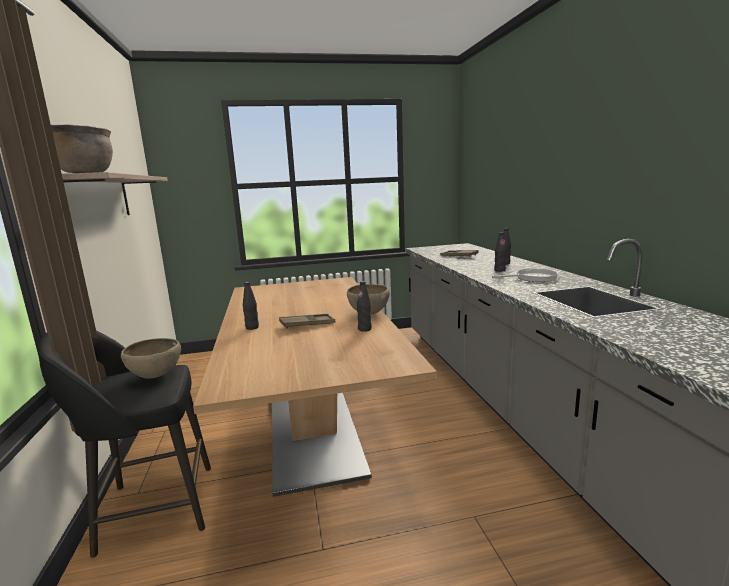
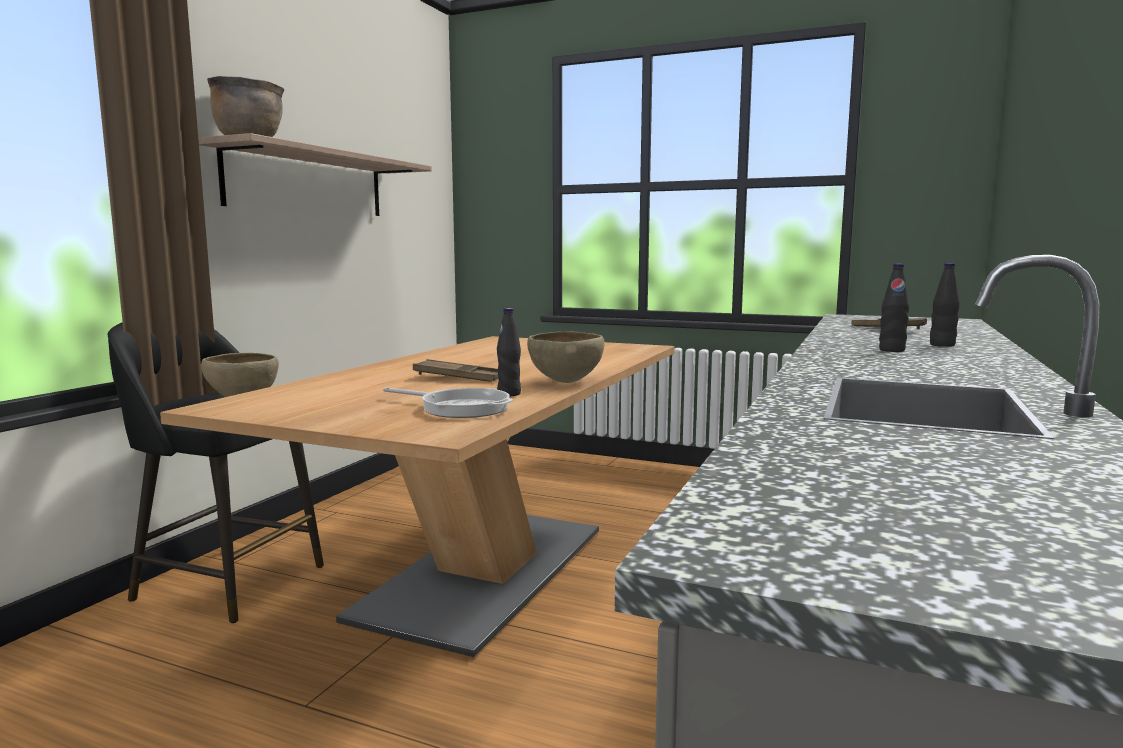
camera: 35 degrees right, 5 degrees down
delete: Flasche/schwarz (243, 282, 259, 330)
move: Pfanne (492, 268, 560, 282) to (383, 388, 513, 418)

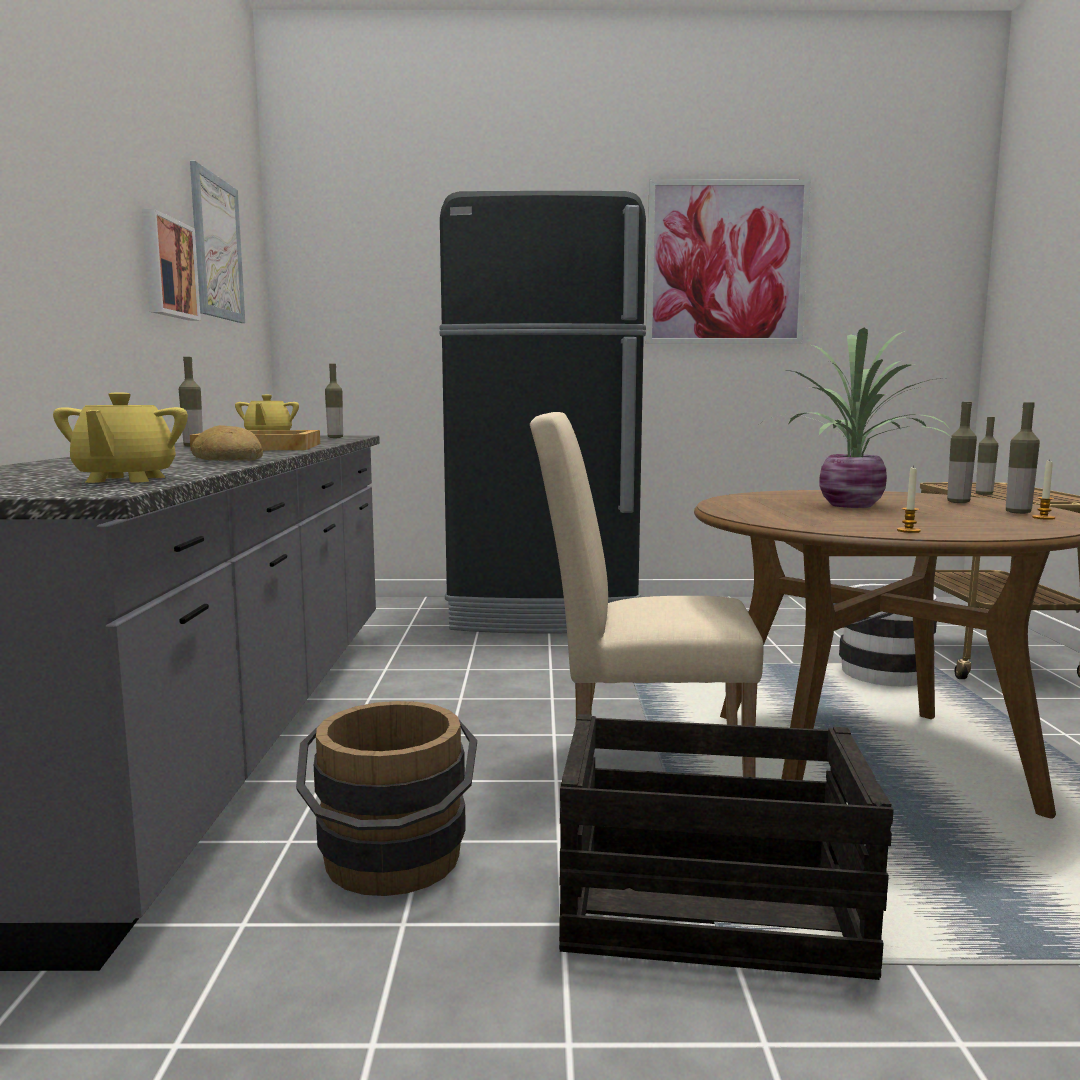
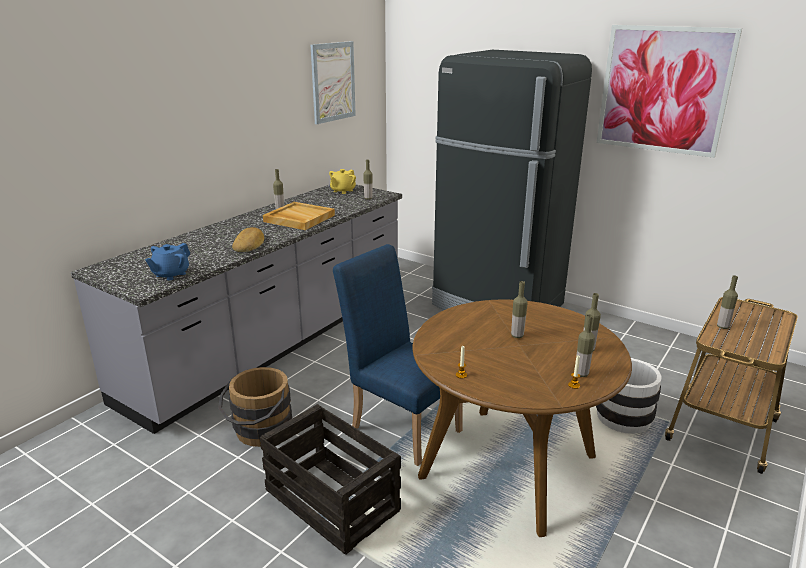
camera: 35 degrees right, 15 degrees up
delete: Bild (142, 209, 201, 321)
replace: Topfpflanze (762, 328, 951, 508) to Flasche (511, 281, 528, 338)
recolor: Teekanne/gelb (53, 392, 188, 483) to Teekanne/blau (145, 243, 190, 280); Stuhl/beige (530, 412, 763, 777) to Stuhl/blau (333, 244, 463, 466)

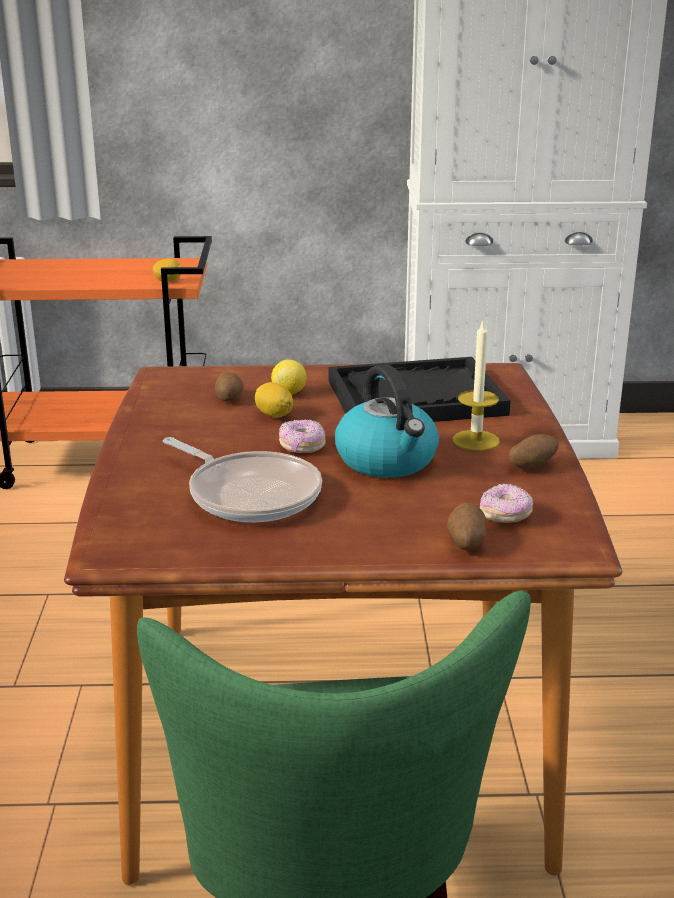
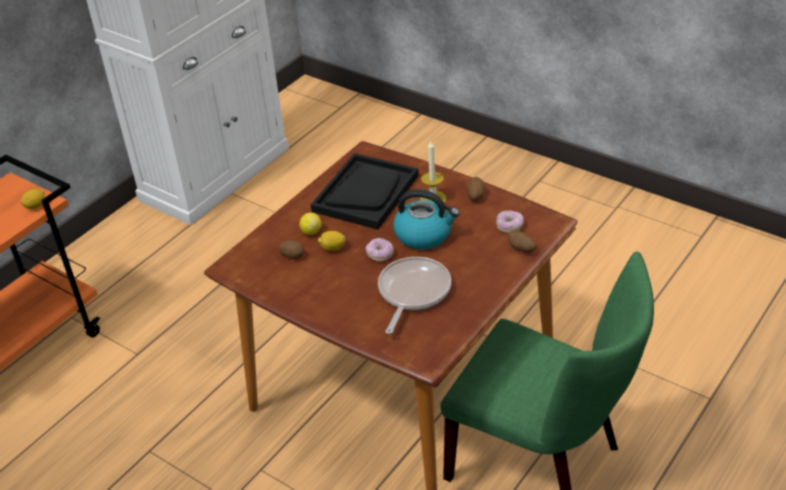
camera: 50 degrees left, 15 degrees up
rotate: Pfanne (163, 437, 322, 522) = (378, 257, 451, 334) 60 degrees counterclockwise

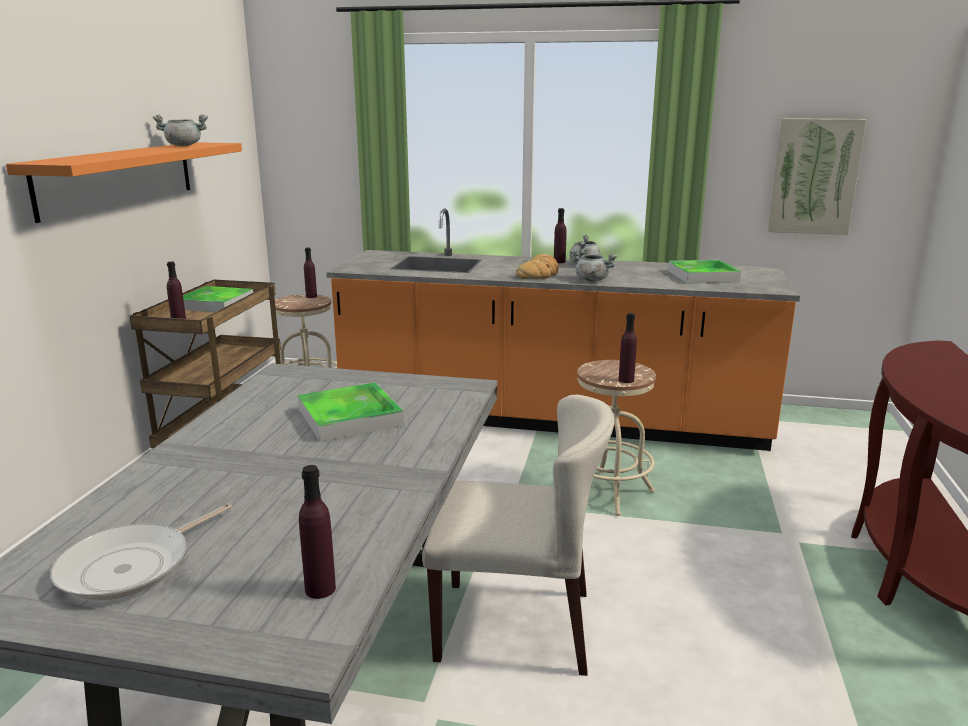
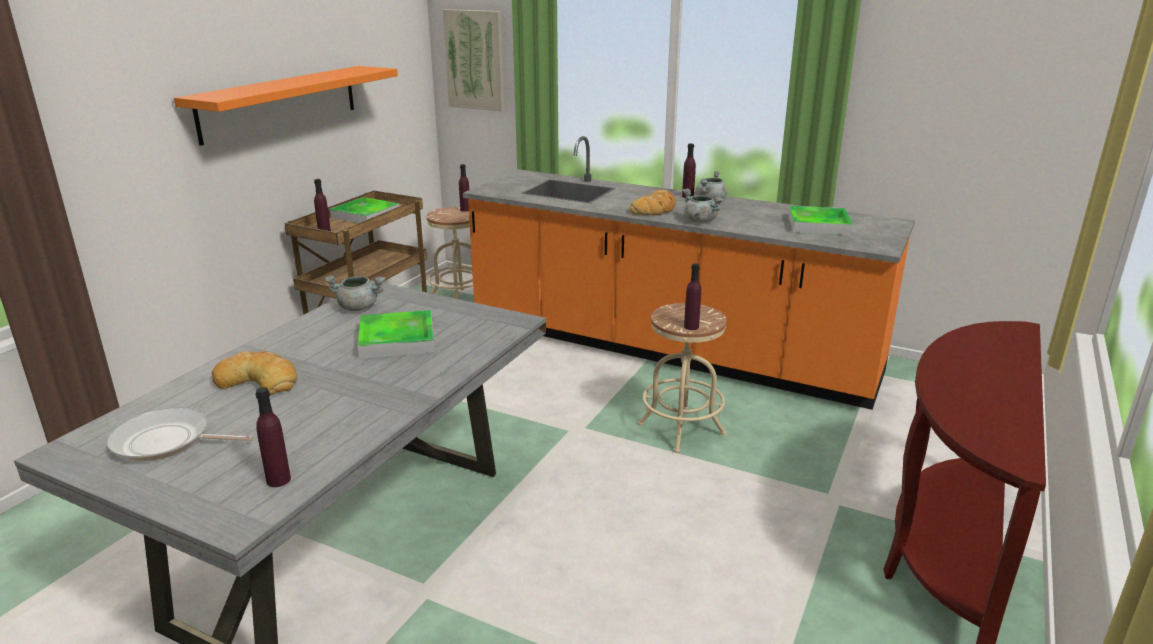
camera: 15 degrees right, 5 degrees up
delete: Stuhl/beige (422, 395, 614, 676)
insert: Brot (212, 351, 297, 395)
move: Kochtopf/grau (153, 115, 208, 146) to (325, 275, 385, 311); Bild (768, 118, 867, 235) to (443, 9, 505, 111)
rotate: Pfanne (50, 503, 232, 601) = (107, 407, 253, 461) 45 degrees clockwise

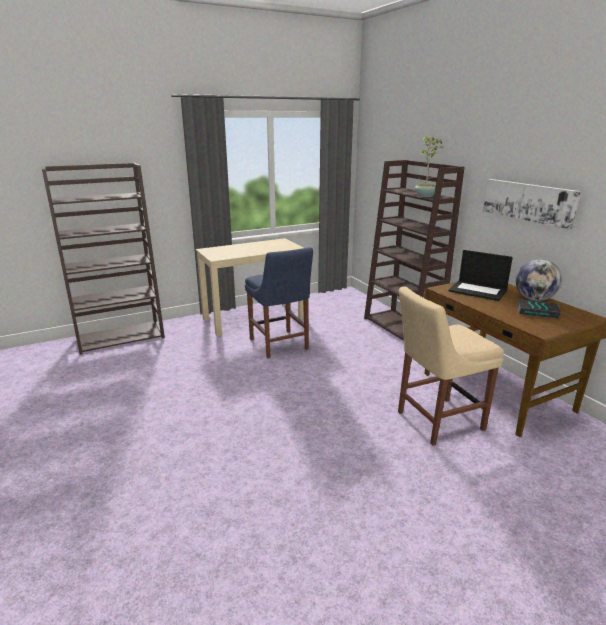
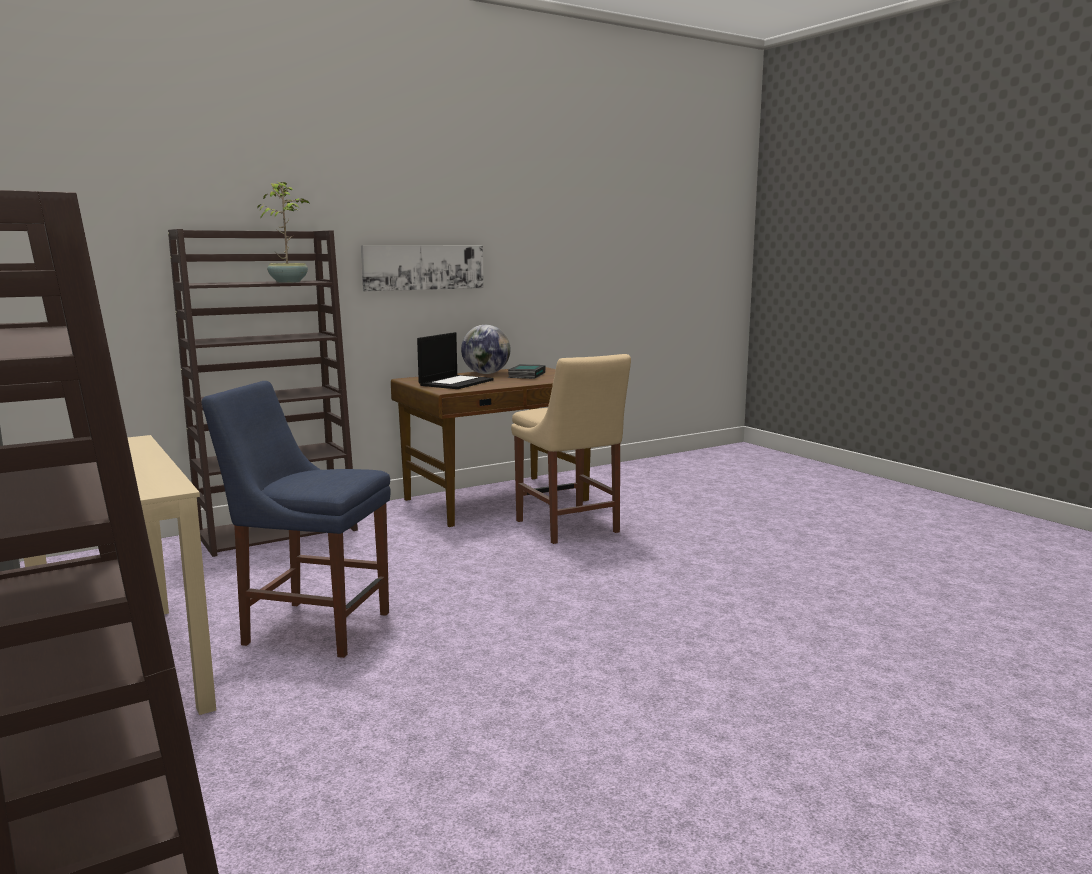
camera: 95 degrees left, 10 degrees down
rotate: Stuhl/blau (245, 247, 313, 358) = (202, 381, 391, 658) 135 degrees counterclockwise

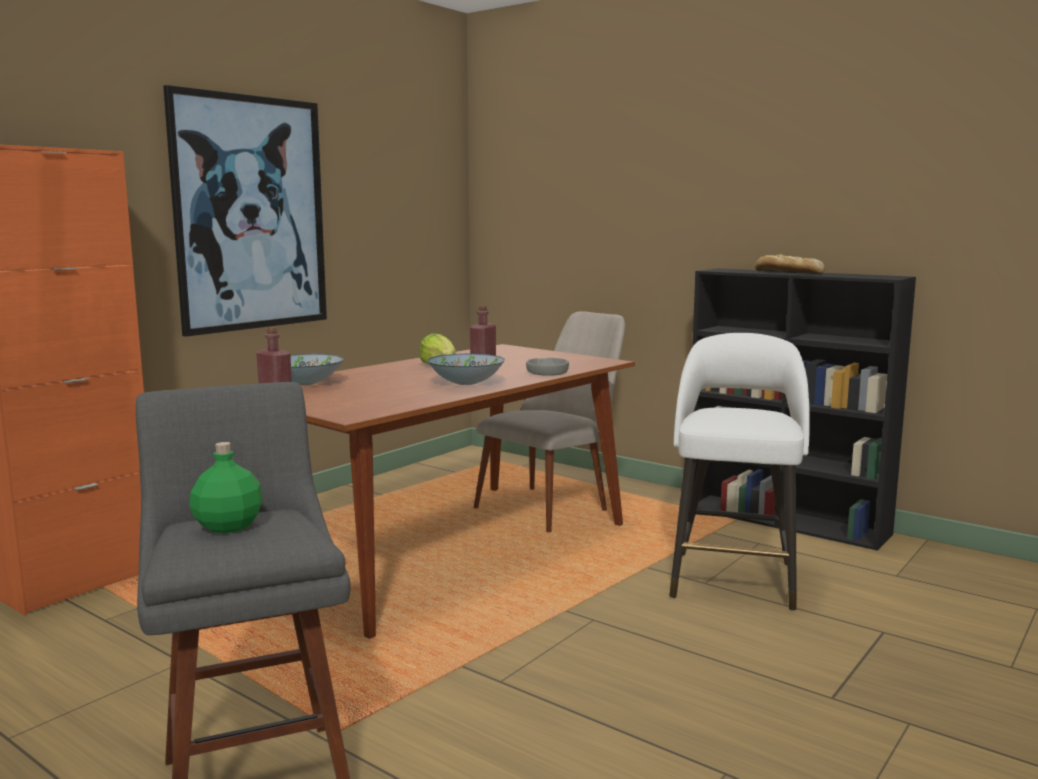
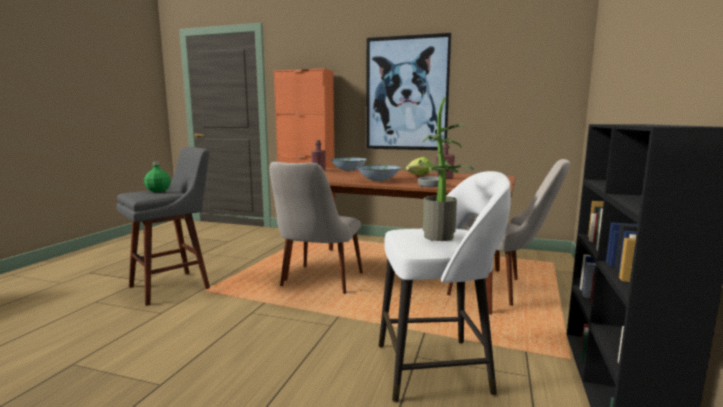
camera: 70 degrees right, 0 degrees up
delete: Brot (755, 254, 825, 274)
insert: Stuhl/beige (269, 162, 363, 294); Topfpflanze (418, 97, 474, 241)

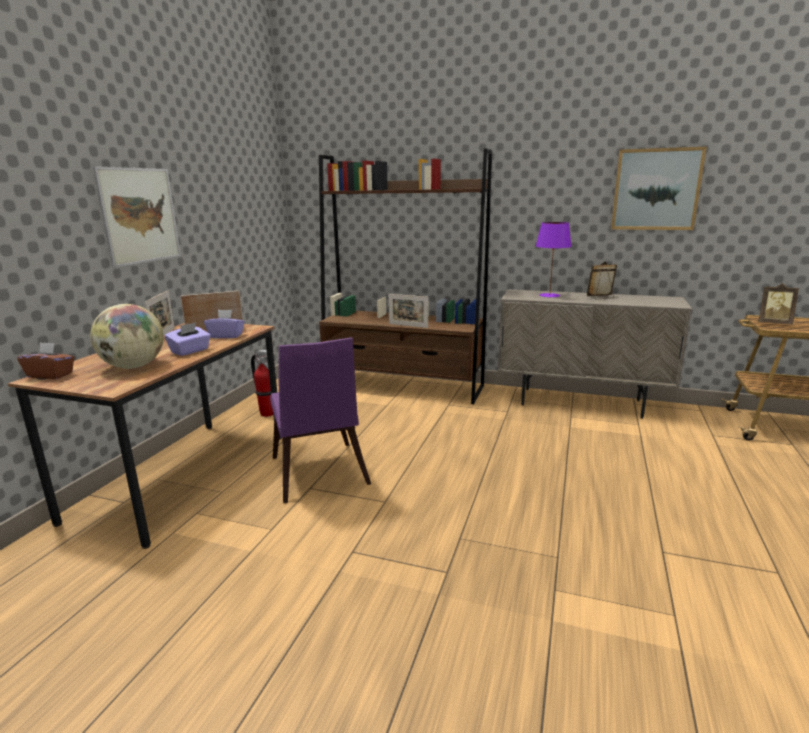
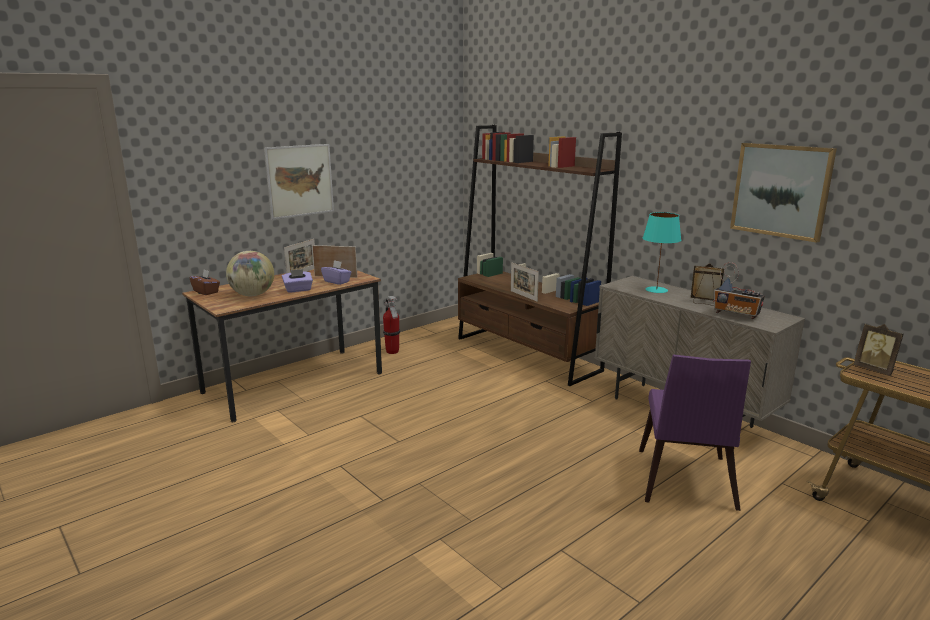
camera: 30 degrees right, 0 degrees up
insert: Radio (713, 262, 765, 319)
move: Stuhl/lila (270, 338, 371, 503) to (639, 354, 751, 511)
recolor: Tischlampe/lila (536, 222, 572, 298) to Tischlampe/türkis (643, 212, 681, 293)

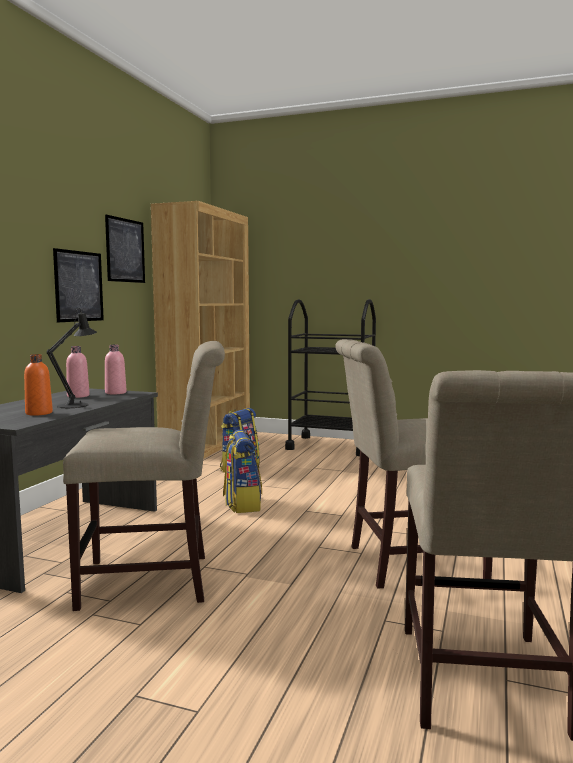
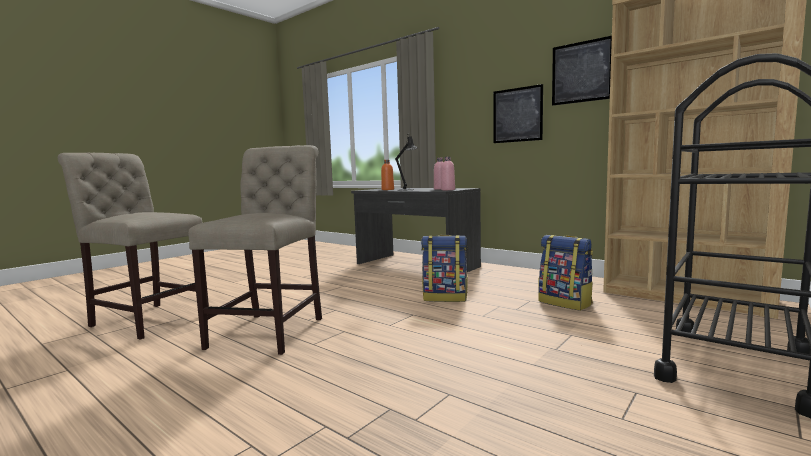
camera: 110 degrees right, 0 degrees up
delete: Stuhl/beige (63, 341, 225, 611)

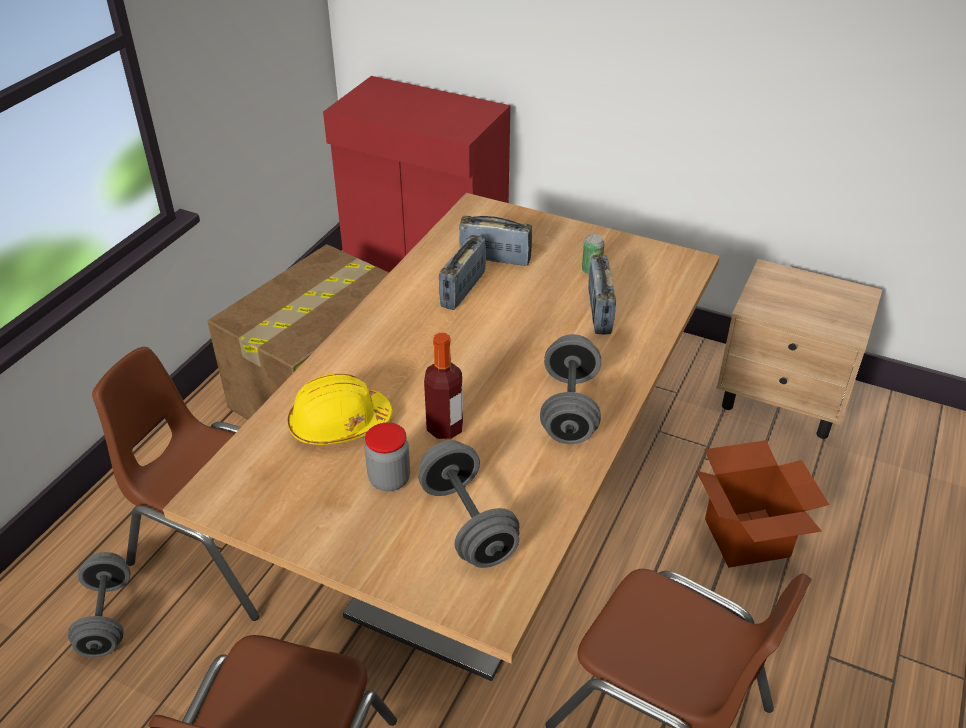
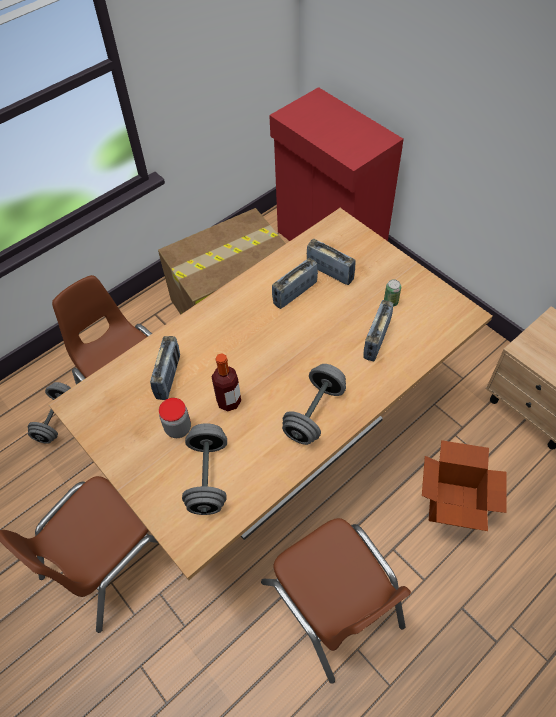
camera: 25 degrees right, 15 degrees up
replace: Schutzhelm/gelb (288, 373, 392, 445) to Radio (150, 336, 180, 400)

